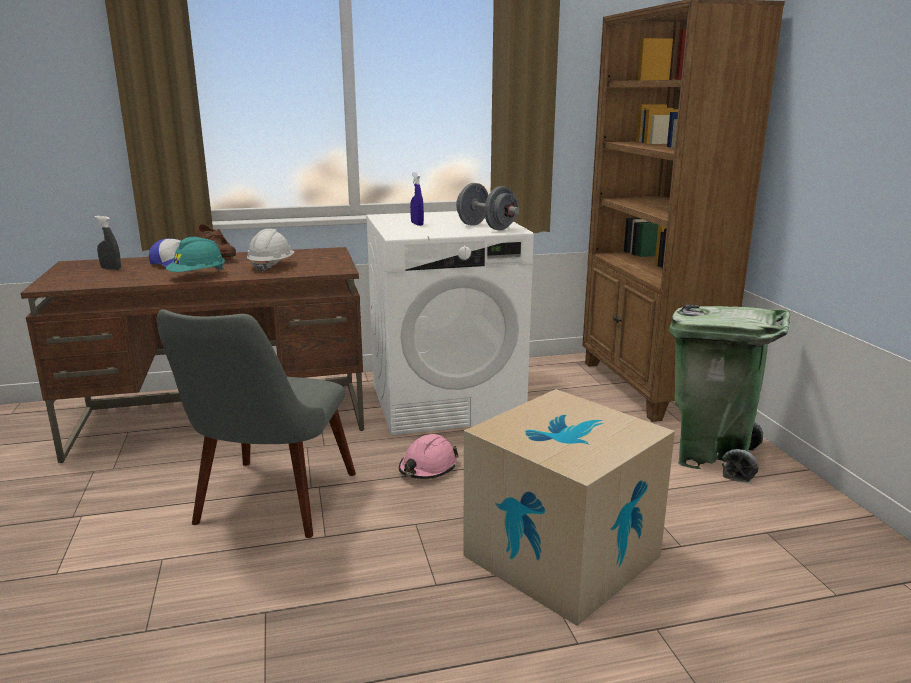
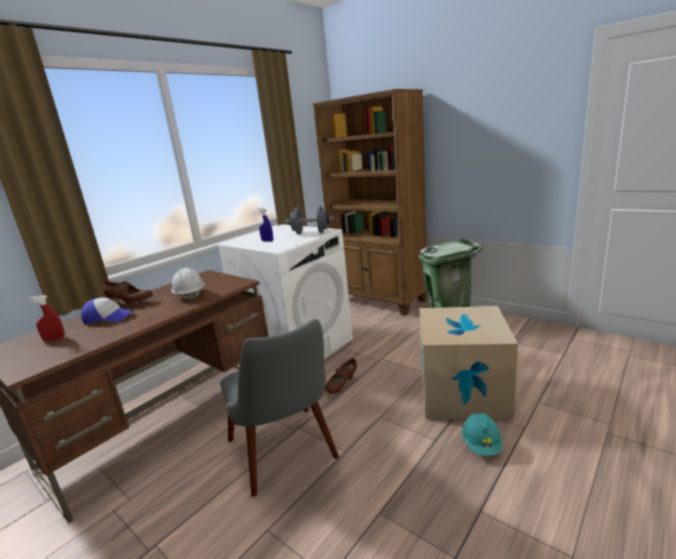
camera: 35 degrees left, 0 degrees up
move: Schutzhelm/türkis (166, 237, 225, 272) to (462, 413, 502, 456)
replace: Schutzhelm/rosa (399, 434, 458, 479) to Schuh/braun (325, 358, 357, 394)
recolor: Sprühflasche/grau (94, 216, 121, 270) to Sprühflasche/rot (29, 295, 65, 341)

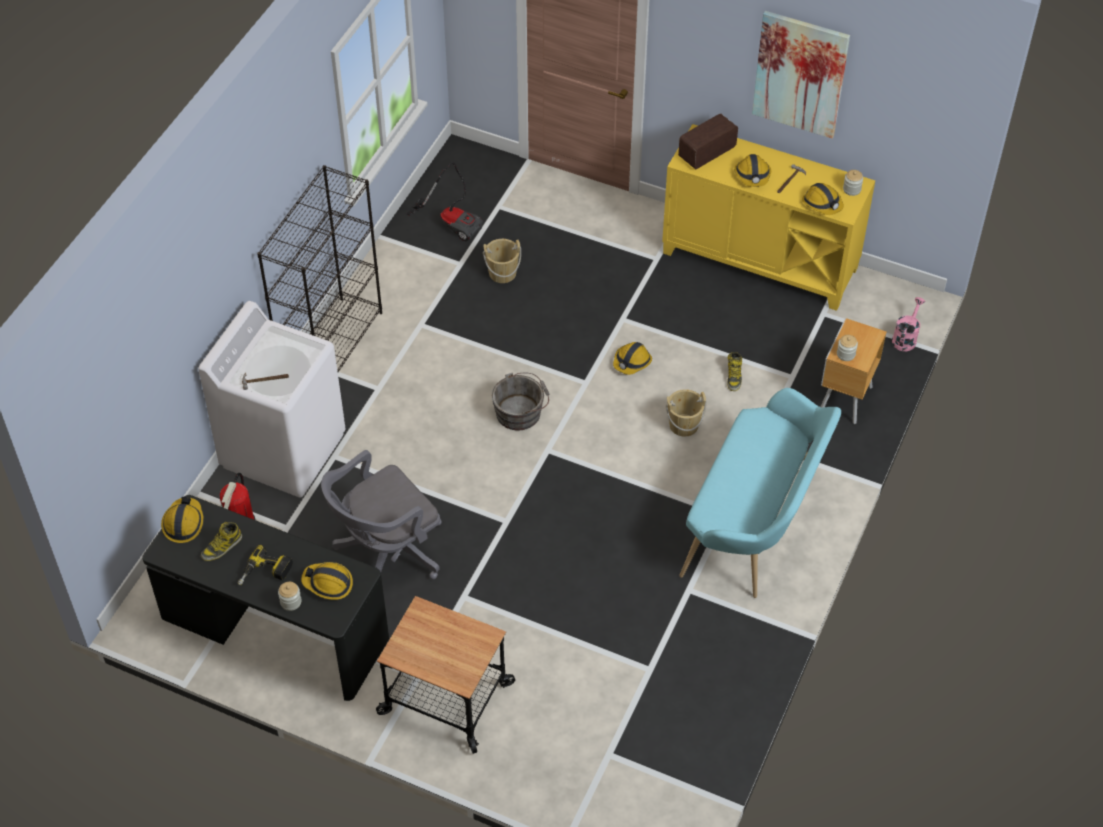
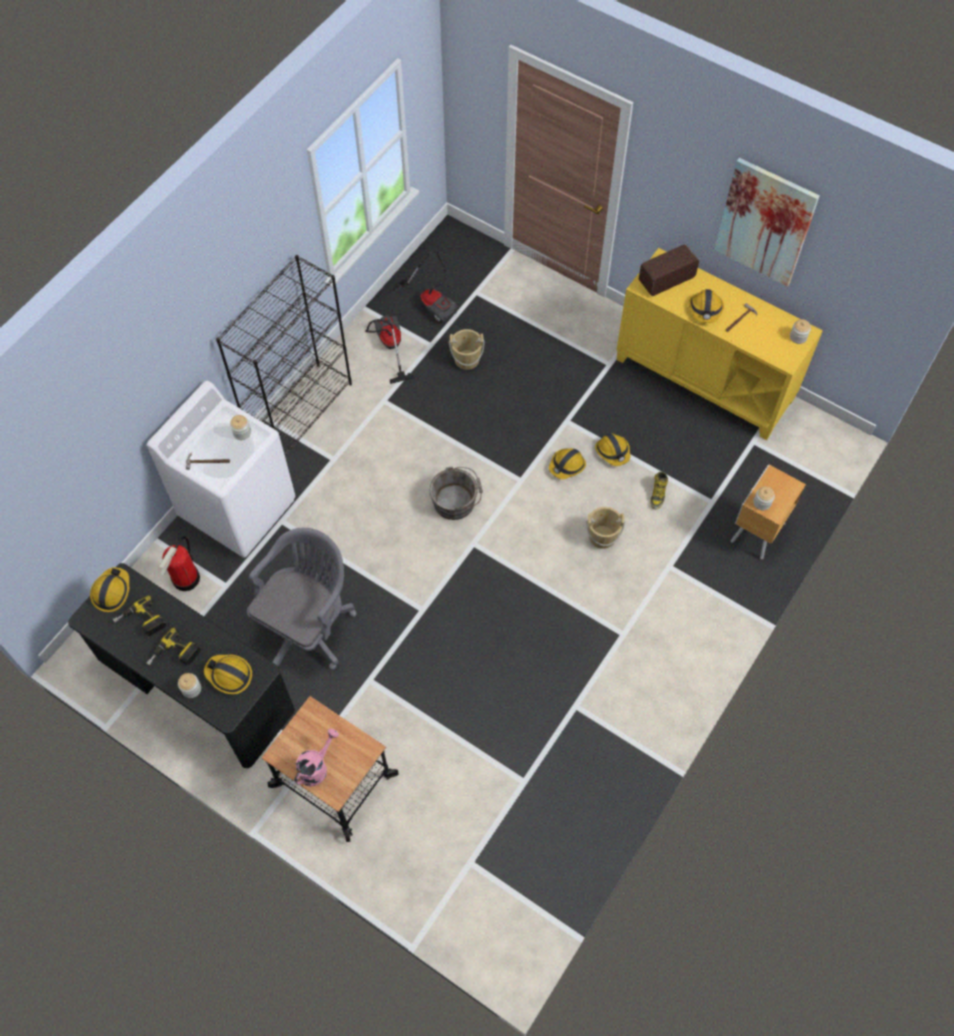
camera: 10 degrees right, 10 degrees up
delete: Bank/türkis (679, 388, 841, 598)
insert: Vorratsglas (230, 415, 251, 440); Staubsauger (365, 315, 415, 384)
move: Gießkanne/rosa (892, 297, 925, 351) to (294, 729, 339, 787); Schutzhelm (802, 183, 844, 215) to (595, 433, 630, 466)
replace: Stiefel (201, 522, 242, 561) to Bohrmaschine (112, 595, 166, 636)
rotate: Bürostuhl/grau (321, 450, 442, 580) = (247, 528, 357, 670) 150 degrees clockwise

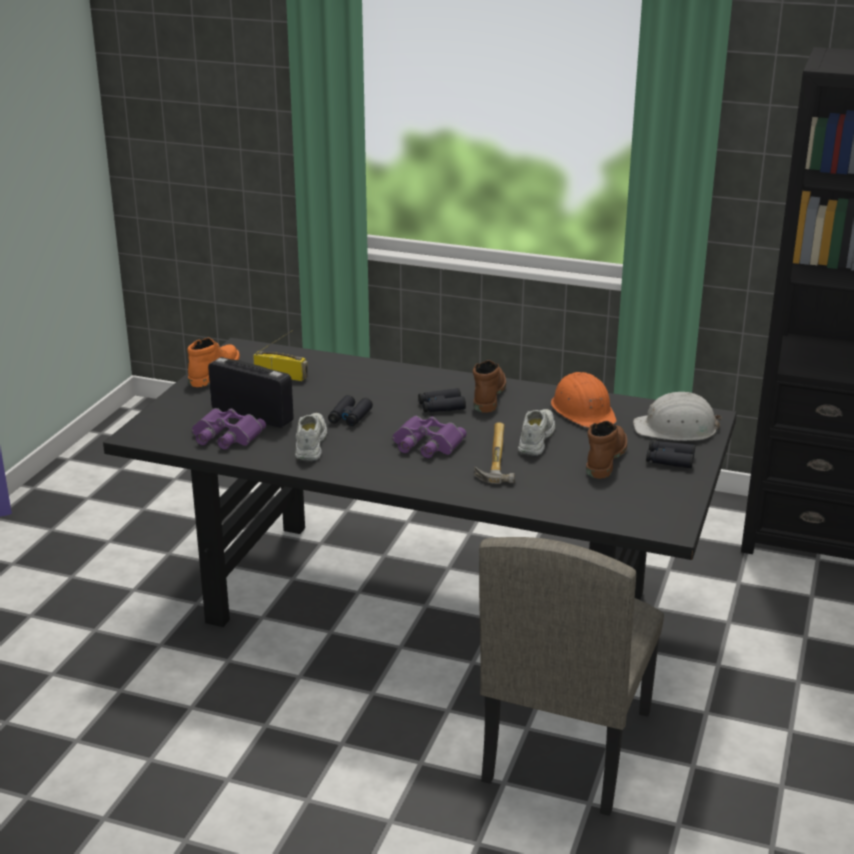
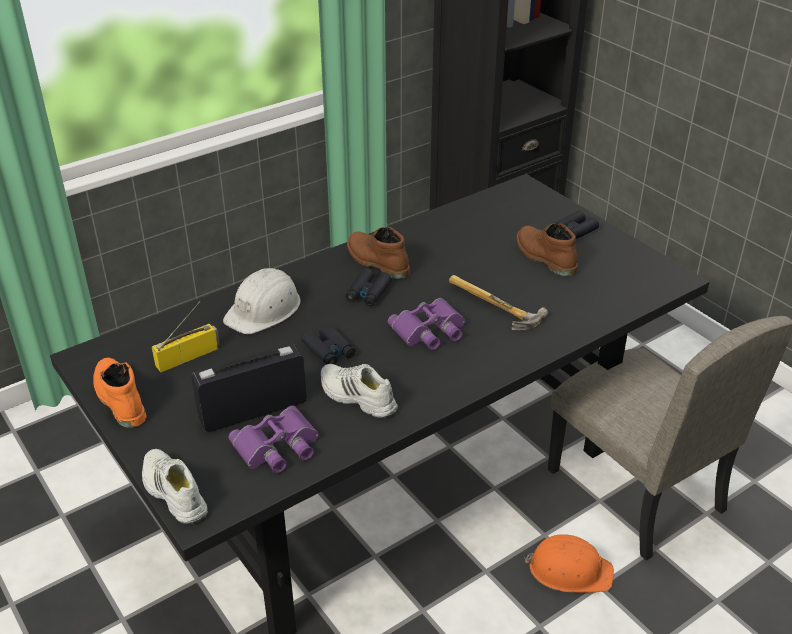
camera: 55 degrees left, 10 degrees up
move: Schuh/weiß (518, 409, 555, 456) to (142, 449, 208, 524); Schutzhelm/weiß (633, 392, 722, 441) to (223, 268, 301, 334); Schutzhelm/orange (551, 372, 617, 428) to (524, 534, 614, 593)

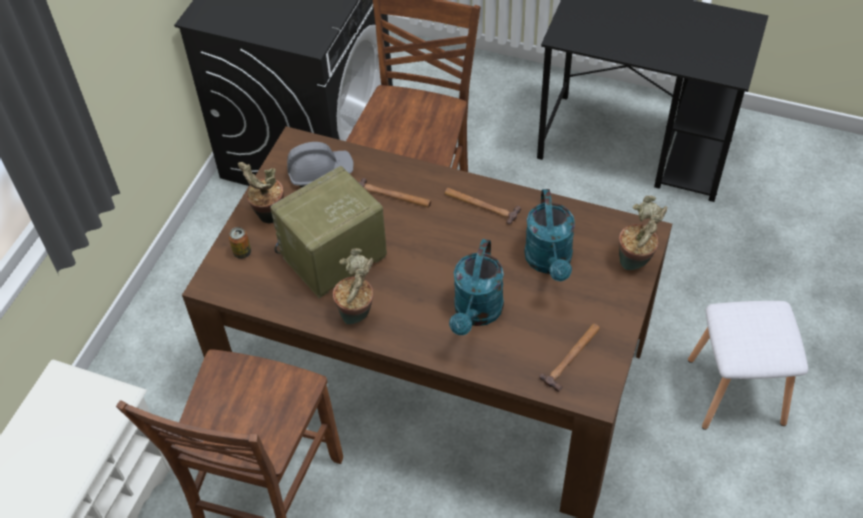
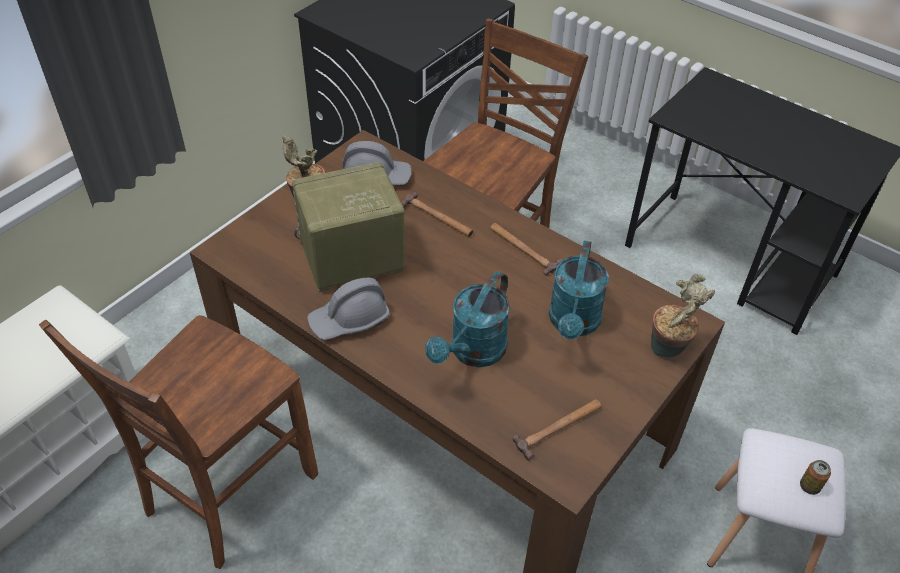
camera: 15 degrees right, 5 degrees down
move: Dose (229, 227, 251, 259) to (800, 460, 831, 495)
replace: Topfpflanze (333, 248, 373, 324) to Schutzhelm/grau (307, 277, 390, 340)

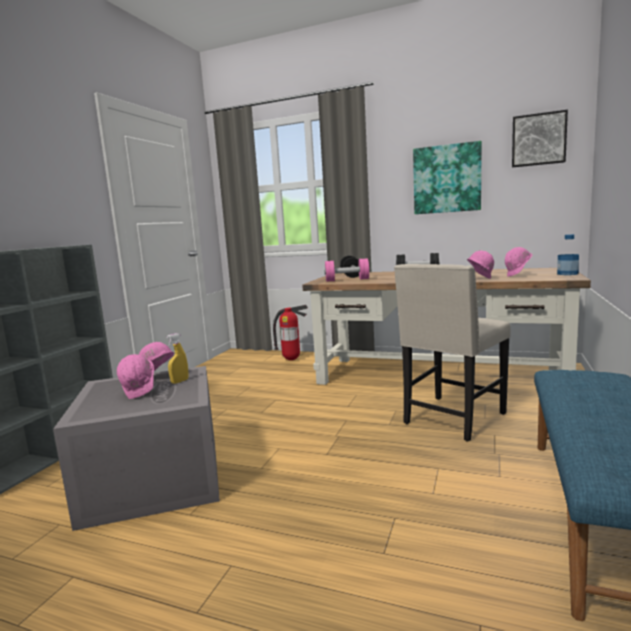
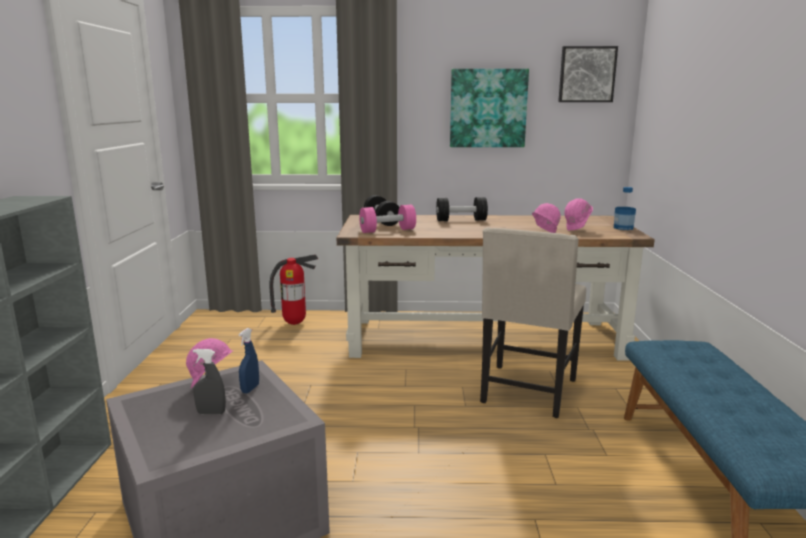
camera: 20 degrees left, 5 degrees up
replace: Schutzhelm/rosa (117, 354, 154, 399) to Sprühflasche/grau (193, 349, 226, 414)
recolor: Sprühflasche/gelb (166, 333, 188, 384) to Sprühflasche/blau (239, 328, 259, 393)

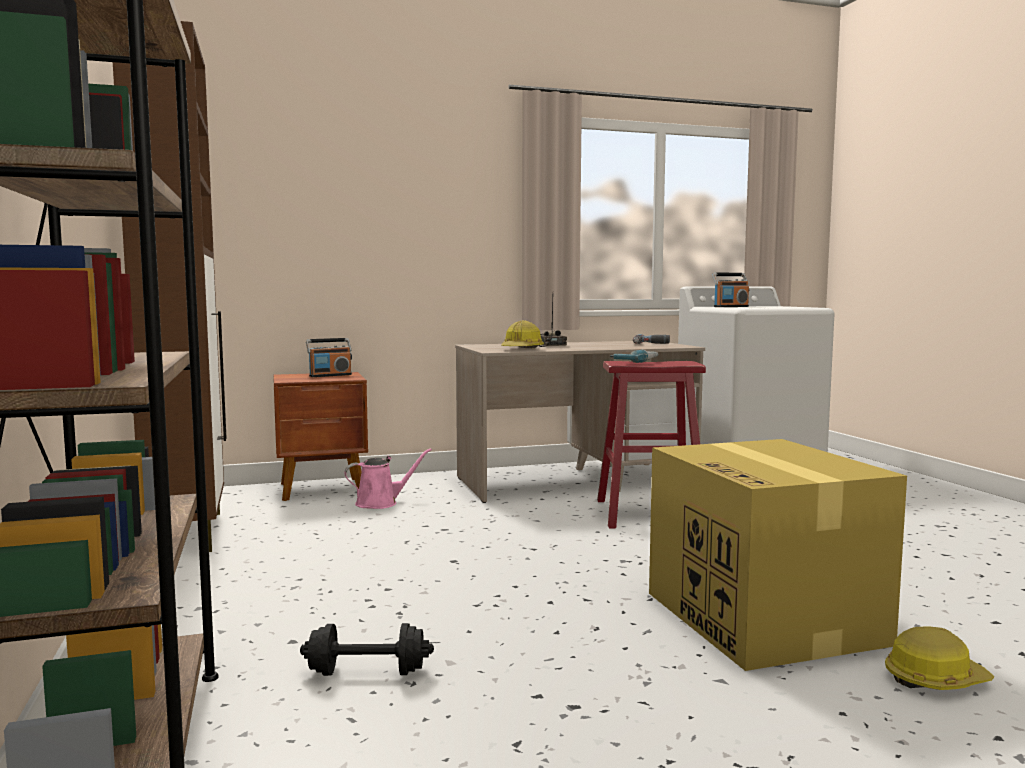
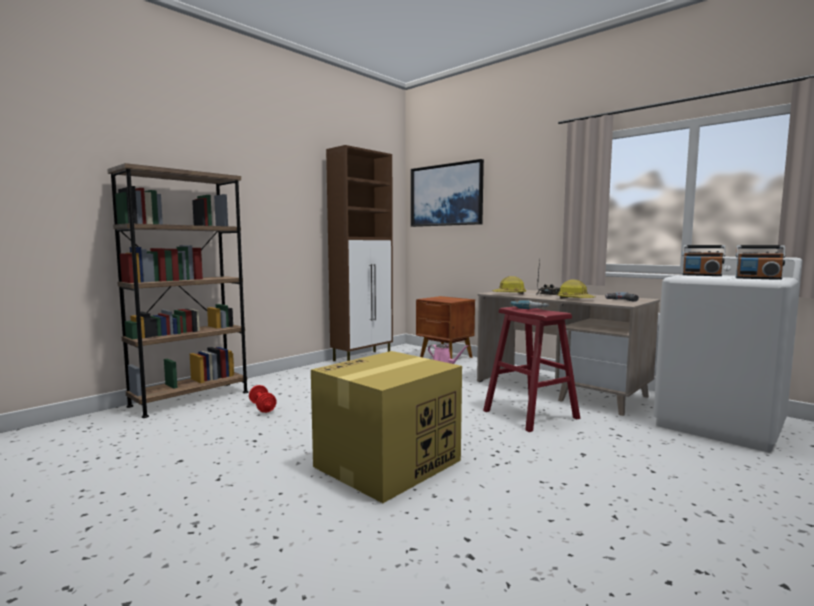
camera: 60 degrees right, 0 degrees up
insert: Bild (411, 159, 484, 227)
move: Schutzhelm (885, 627, 994, 690) to (558, 279, 595, 299); Radio (306, 338, 352, 377) to (736, 245, 786, 280)
recolor: Hantel/schwarz (300, 623, 434, 676) to Hantel/rot (249, 385, 277, 413)

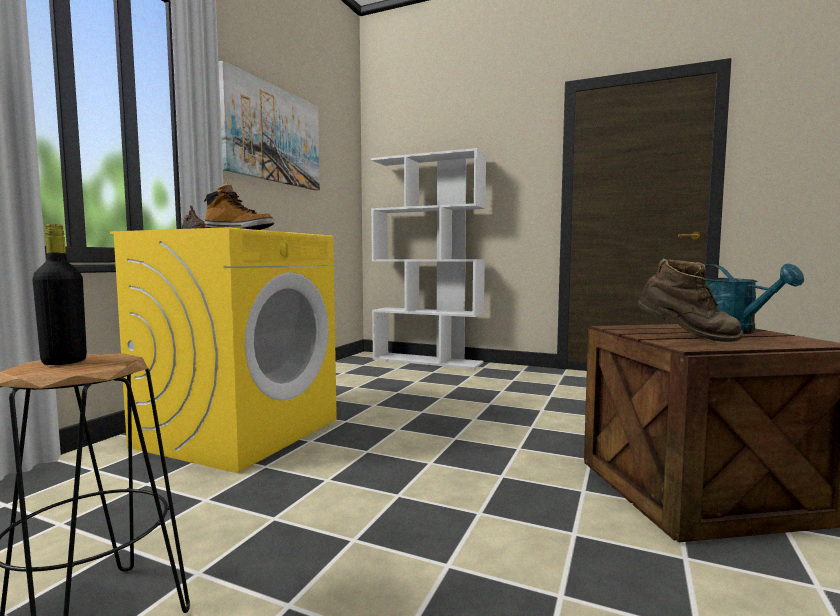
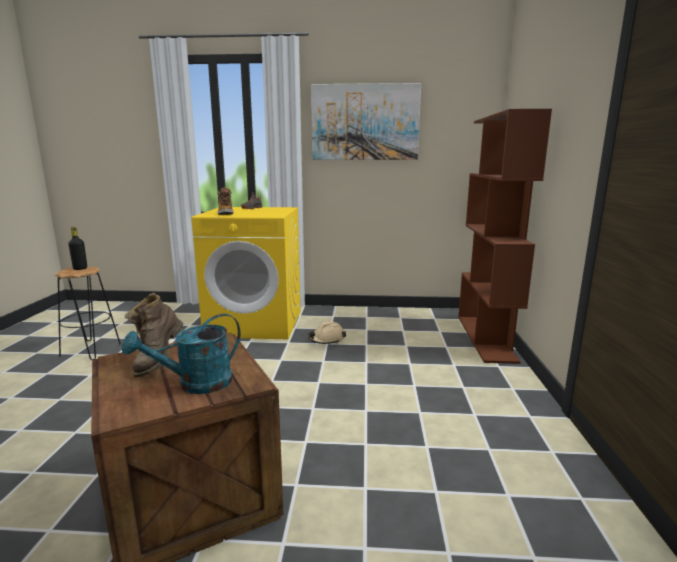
camera: 70 degrees right, 10 degrees up
insert: Schutzhelm/beige (308, 321, 346, 344)
recolor: Bücherregal/weiß (371, 148, 486, 369) to Bücherregal/braun (458, 109, 552, 364)

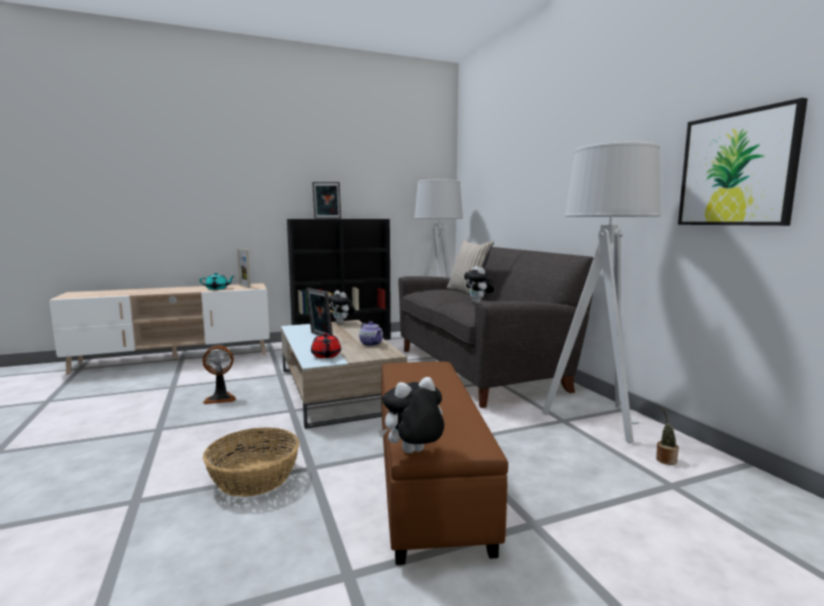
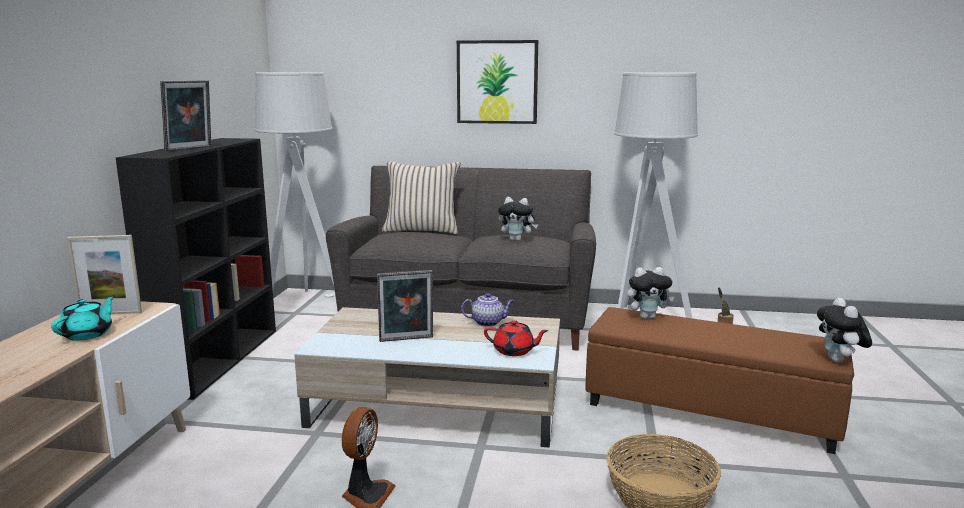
camera: 60 degrees left, 5 degrees up
move: Bild (678, 98, 808, 226) to (457, 40, 538, 124); Plüschtier (328, 290, 355, 324) to (627, 267, 674, 319)

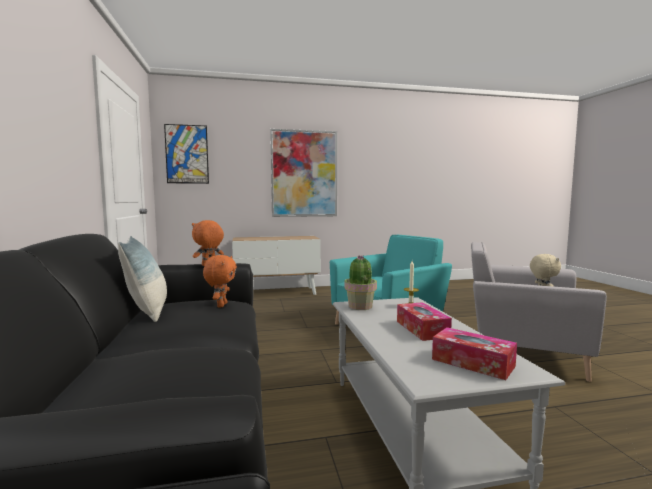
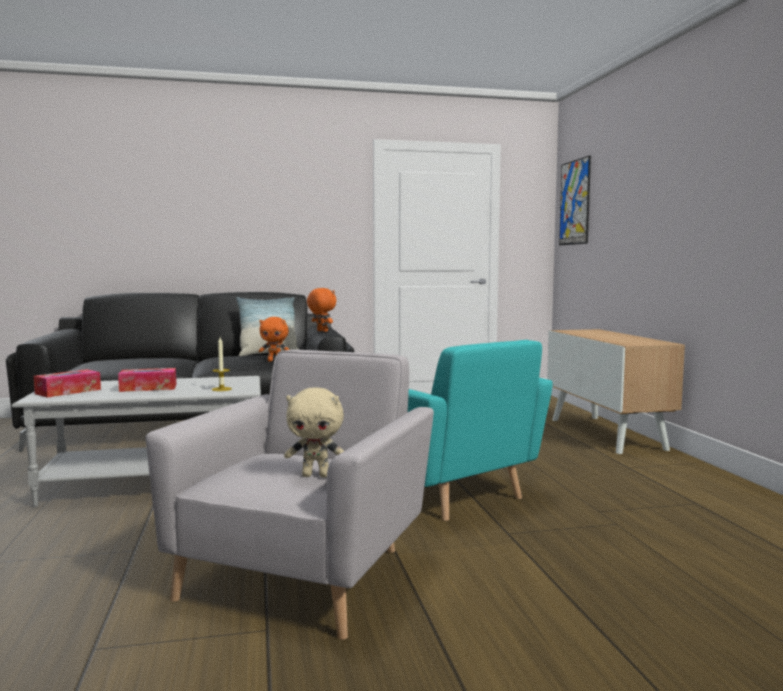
camera: 90 degrees right, 0 degrees up
delete: Bild (270, 129, 337, 217); Topfpflanze (345, 255, 377, 310)

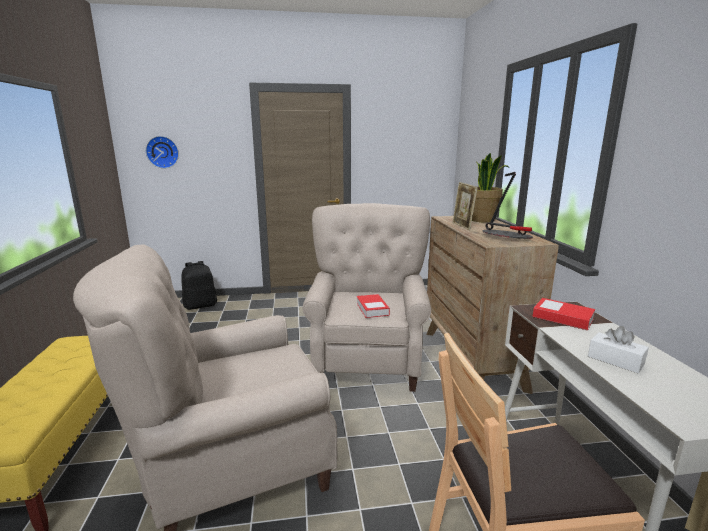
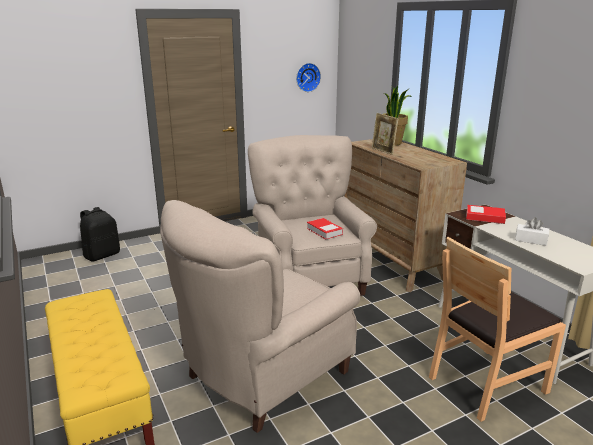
camera: 20 degrees left, 5 degrees up
delete: Tischlampe (482, 172, 533, 239)
move: Wanduhr (146, 136, 179, 169) to (296, 63, 321, 92)

